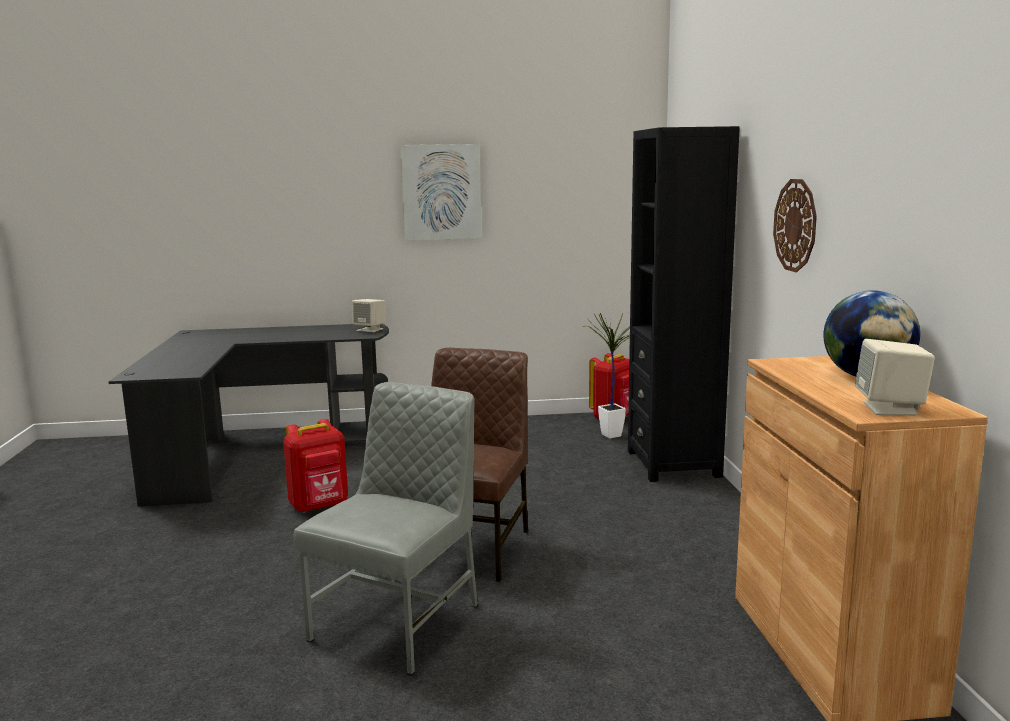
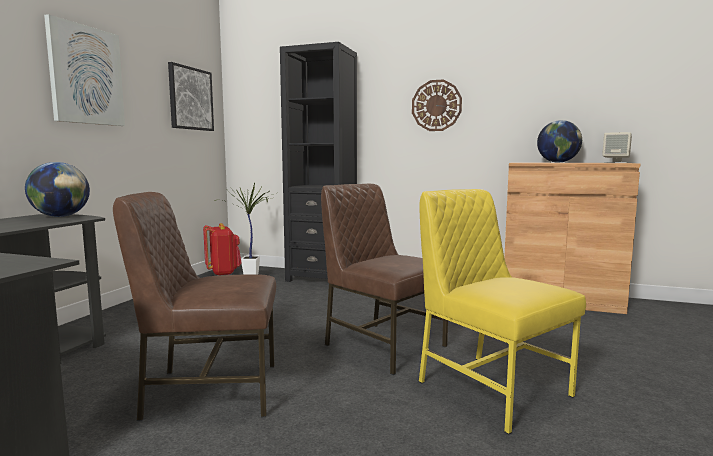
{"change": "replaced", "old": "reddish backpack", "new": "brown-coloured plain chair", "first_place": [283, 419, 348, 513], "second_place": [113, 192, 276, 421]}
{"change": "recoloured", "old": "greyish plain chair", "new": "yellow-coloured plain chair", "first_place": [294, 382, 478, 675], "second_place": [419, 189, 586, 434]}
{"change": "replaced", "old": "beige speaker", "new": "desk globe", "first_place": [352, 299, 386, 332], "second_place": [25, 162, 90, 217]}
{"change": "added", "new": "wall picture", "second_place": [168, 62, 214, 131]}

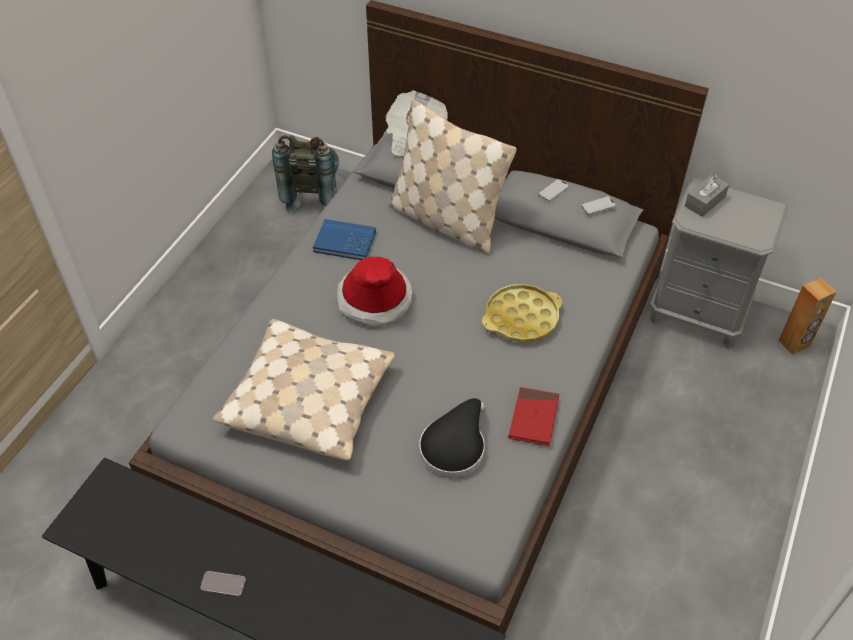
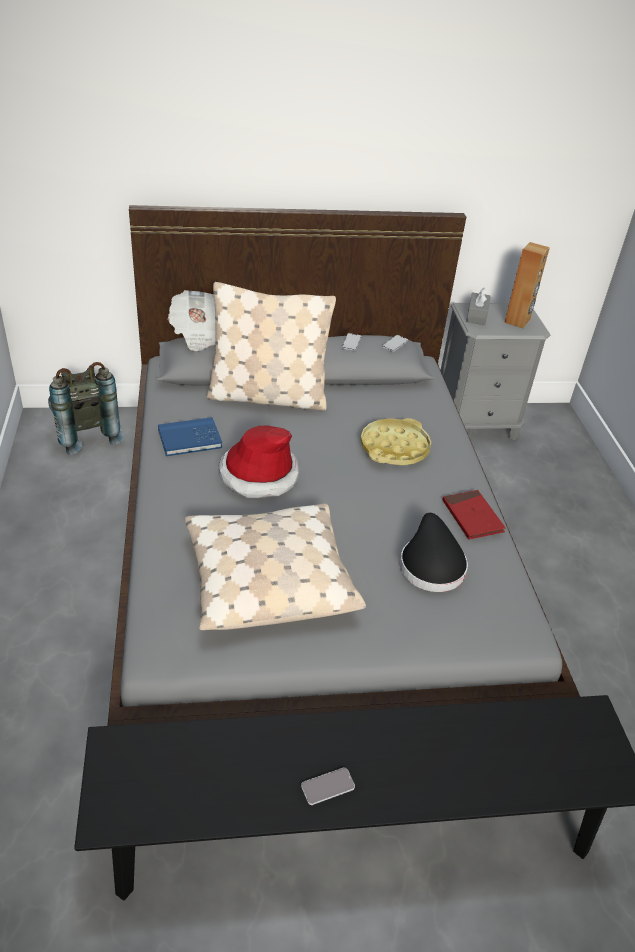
{"change": "moved", "old": "brown-coloured speaker", "first_place": [779, 277, 837, 355], "second_place": [505, 242, 550, 328]}

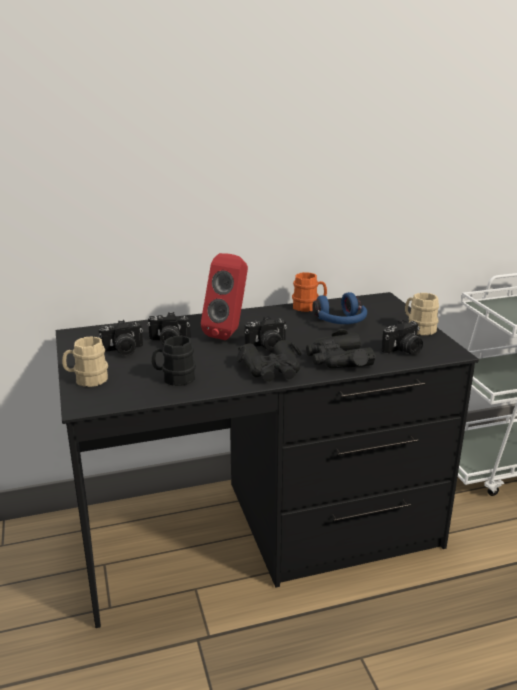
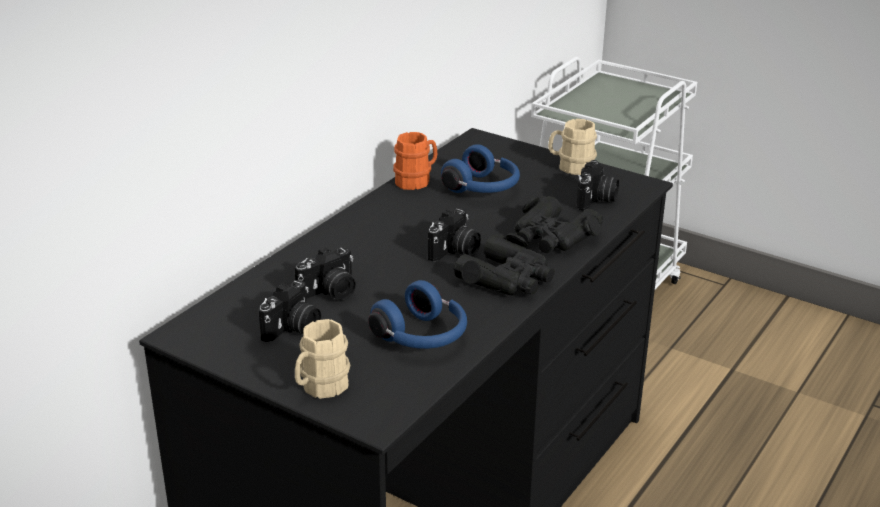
{"change": "replaced", "old": "black tea mug", "new": "blue-coloured pair of headphones", "first_place": [152, 336, 196, 386], "second_place": [368, 280, 467, 349]}
{"change": "removed", "old": "reddish speaker", "first_place": [201, 253, 248, 340]}

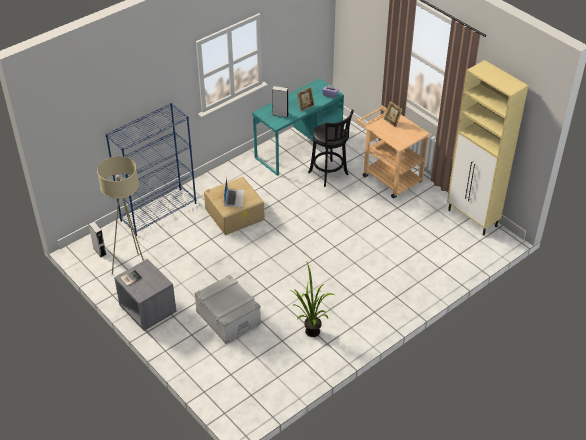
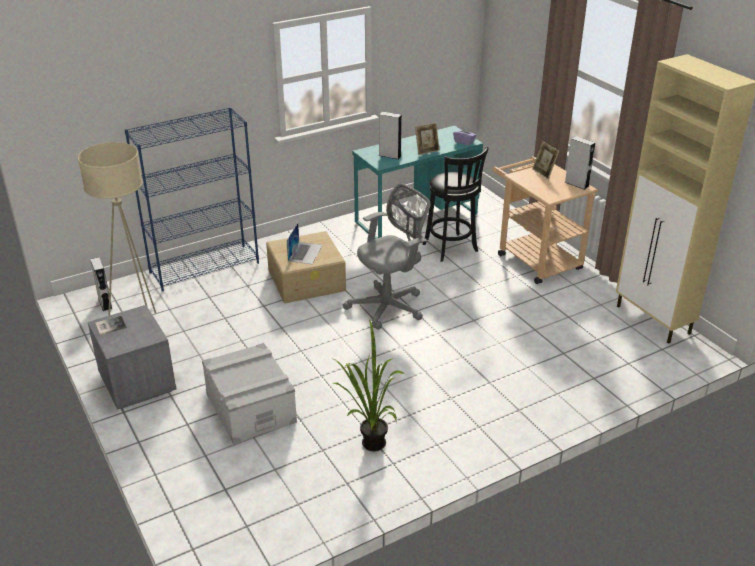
{"change": "added", "new": "greyish office chair", "second_place": [343, 184, 431, 330]}
{"change": "added", "new": "greyish speaker", "second_place": [565, 136, 595, 190]}

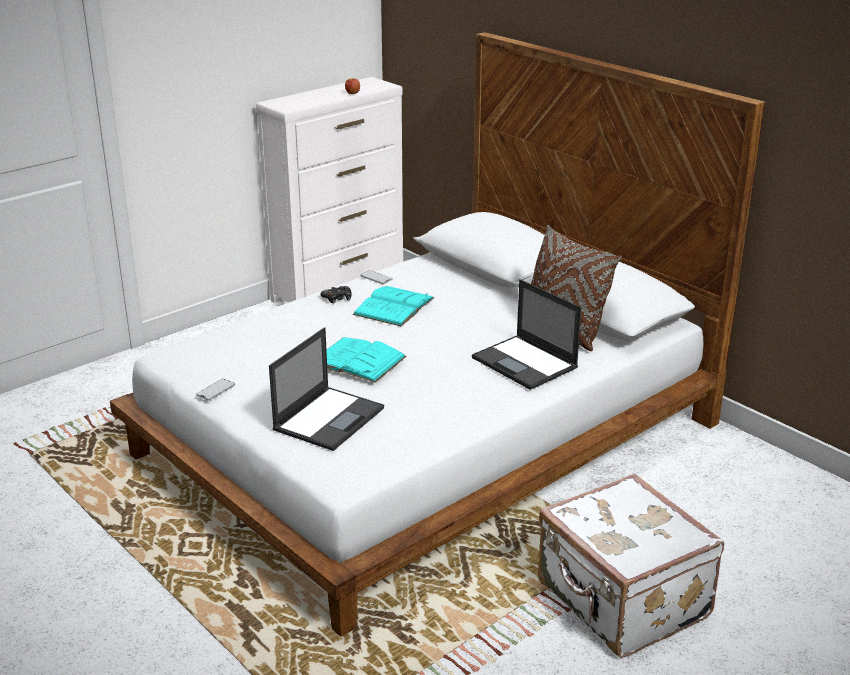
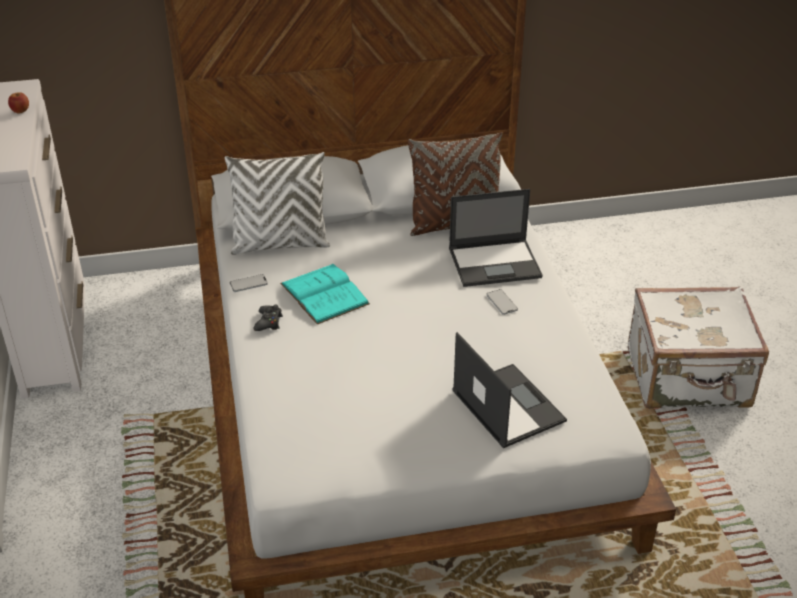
{"change": "moved", "old": "handset", "first_place": [197, 379, 235, 401], "second_place": [486, 289, 518, 315]}
{"change": "removed", "old": "blue-green bound book", "first_place": [327, 337, 406, 383]}
{"change": "added", "new": "white throw pillow", "second_place": [225, 152, 330, 255]}

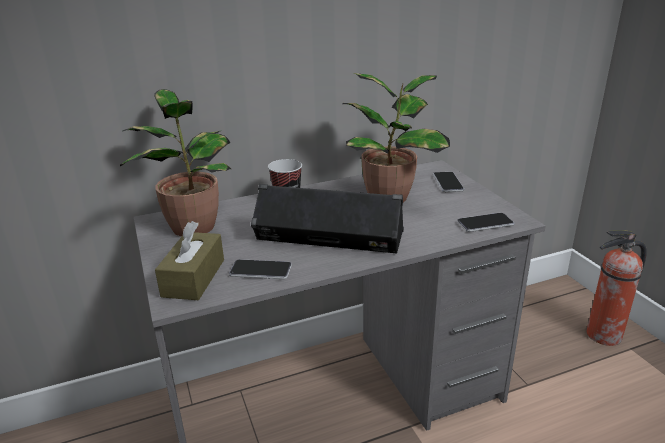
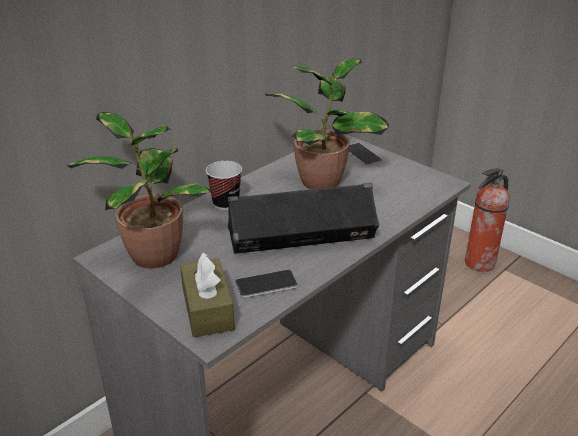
{"change": "removed", "old": "handset", "first_place": [457, 213, 514, 232]}

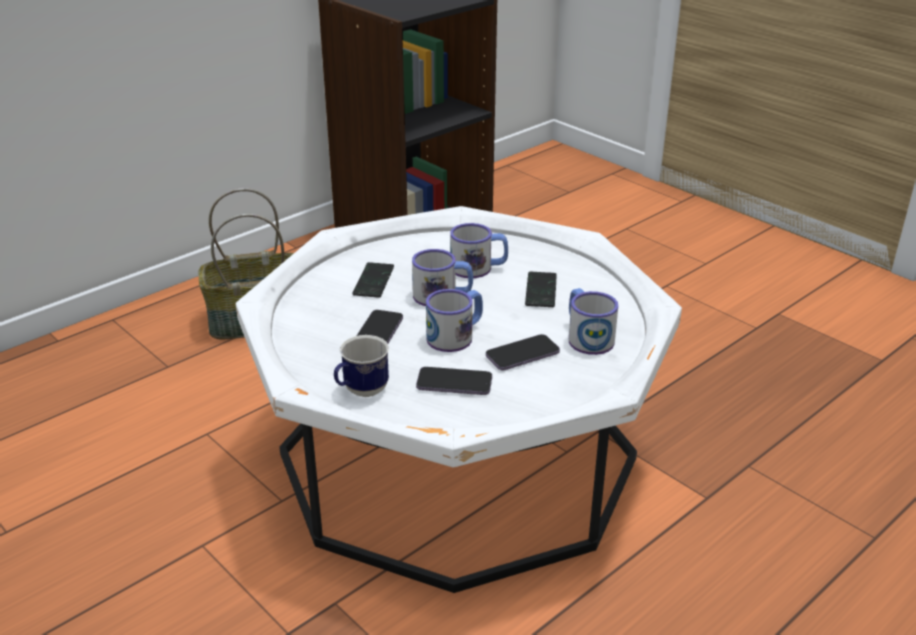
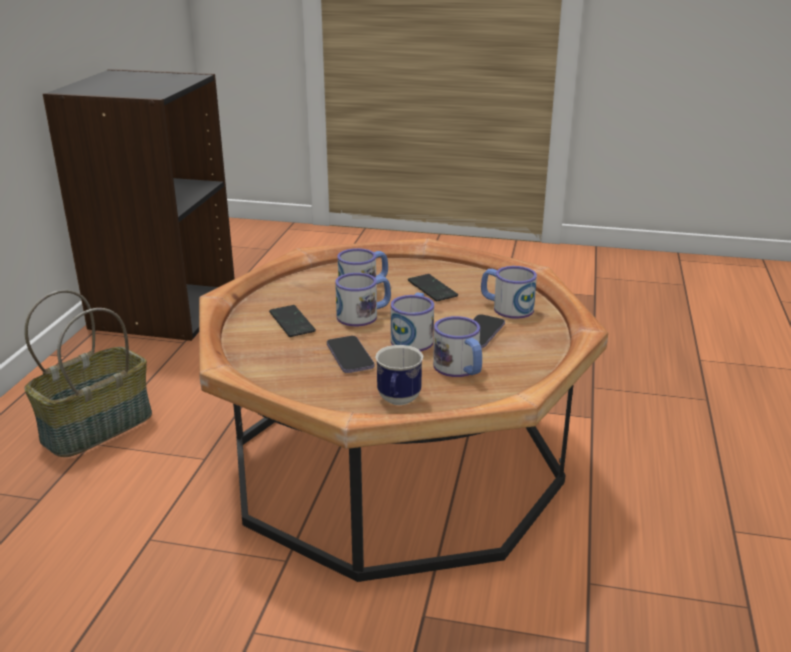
{"change": "recoloured", "old": "white low table", "new": "brown-coloured low table", "first_place": [236, 206, 682, 593], "second_place": [199, 238, 608, 582]}
{"change": "replaced", "old": "handset", "new": "tea mug", "first_place": [416, 367, 492, 395], "second_place": [433, 316, 482, 377]}

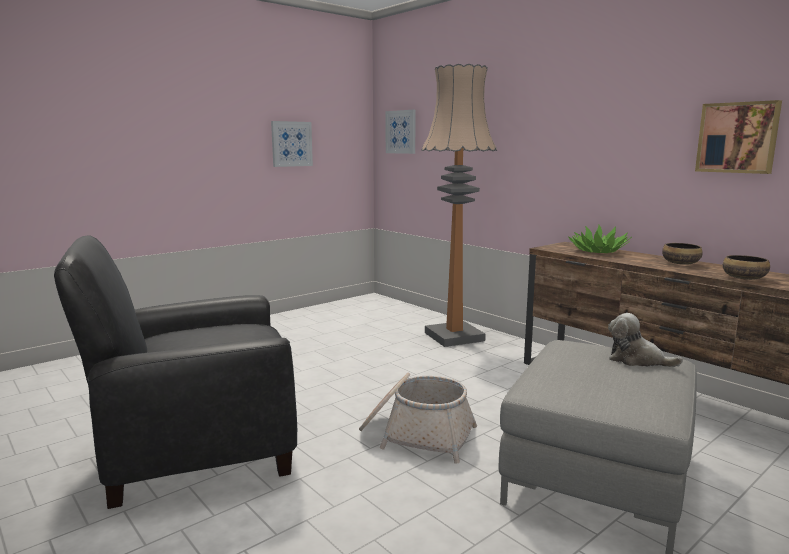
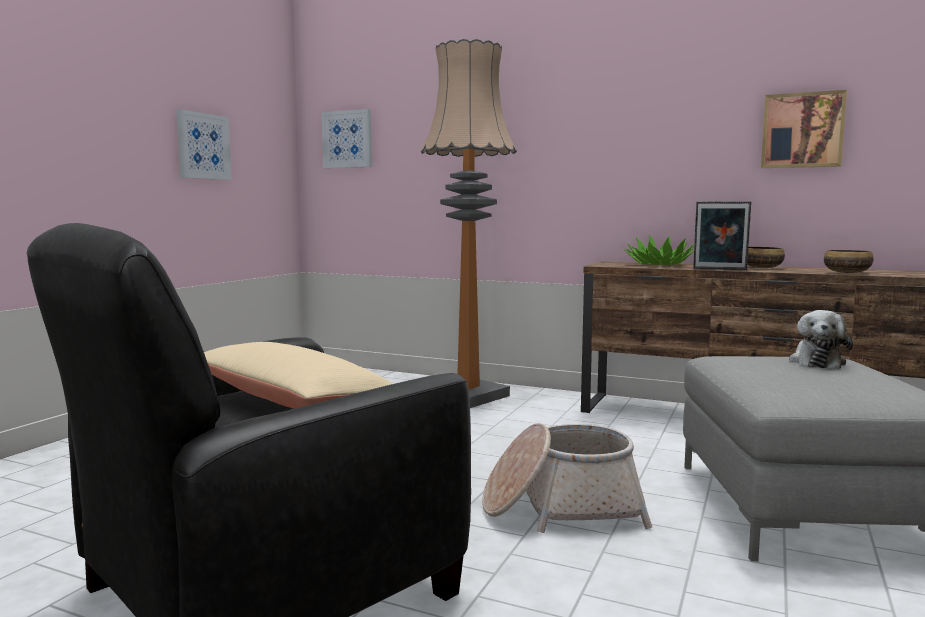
{"change": "turned", "old": "plush toy", "first_place": [608, 313, 683, 367], "second_place": [789, 310, 853, 369], "degrees": -75}
{"change": "added", "new": "beige throw pillow", "second_place": [204, 342, 393, 409]}
{"change": "added", "new": "photo frame", "second_place": [693, 201, 751, 270]}

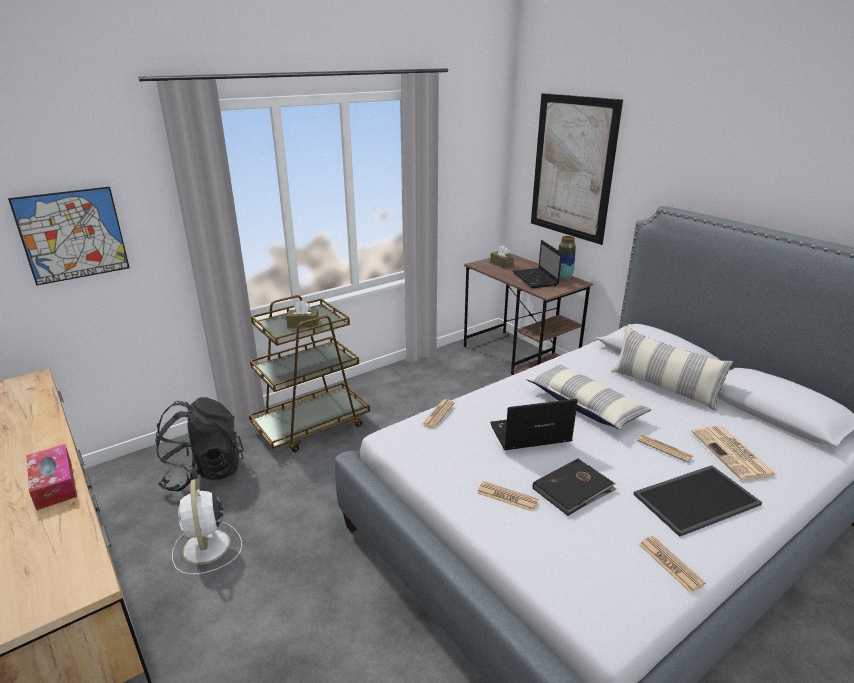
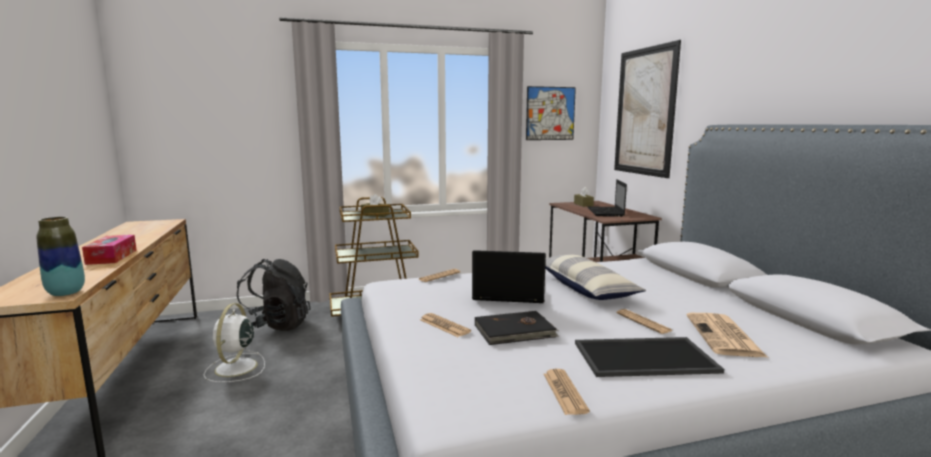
{"change": "moved", "old": "wall picture", "first_place": [8, 186, 130, 286], "second_place": [526, 86, 576, 140]}
{"change": "moved", "old": "vase", "first_place": [558, 236, 576, 279], "second_place": [36, 217, 85, 296]}
{"change": "removed", "old": "throw pillow", "first_place": [611, 326, 733, 411]}

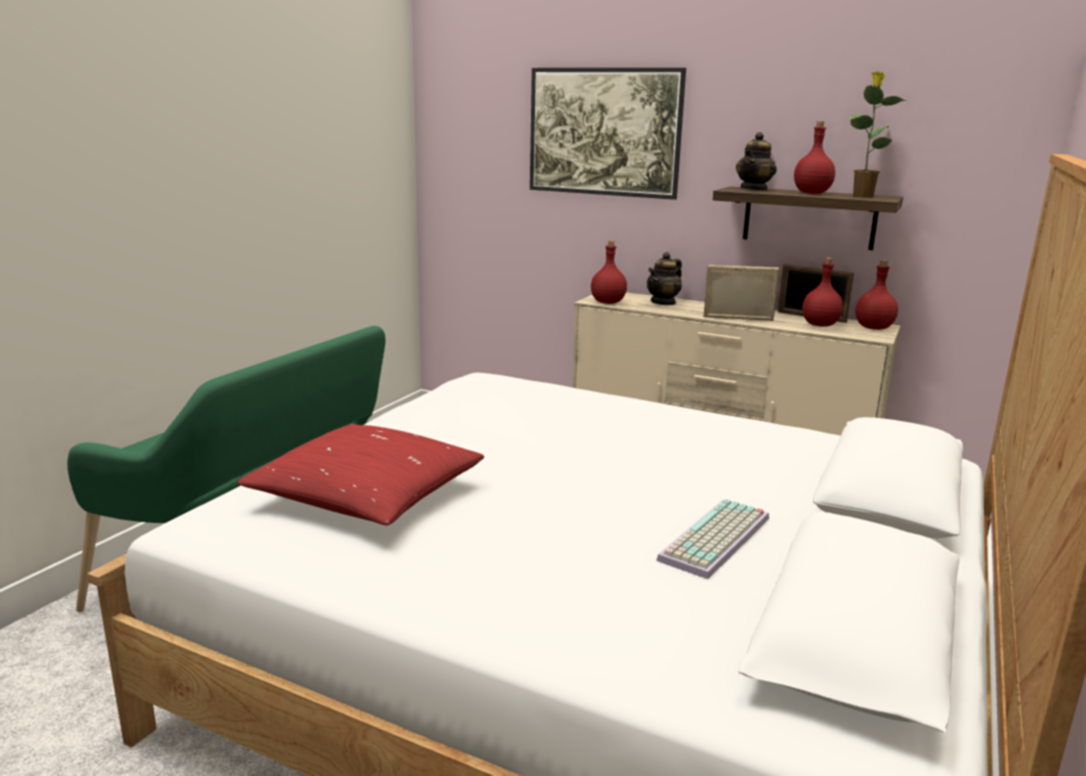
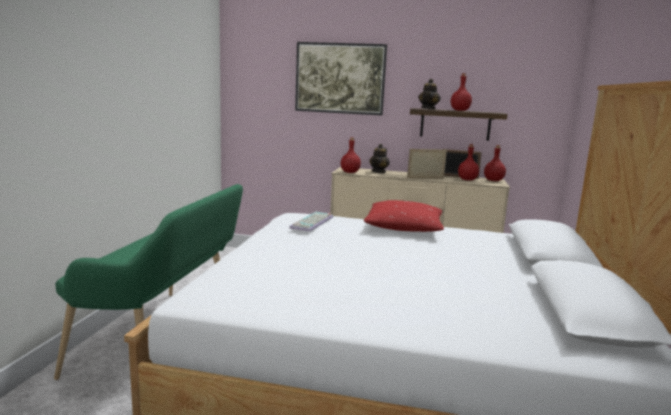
{"change": "moved", "old": "reddish throw pillow", "first_place": [238, 424, 484, 525], "second_place": [364, 200, 444, 232]}
{"change": "moved", "old": "keyboard", "first_place": [656, 499, 769, 579], "second_place": [289, 212, 333, 232]}
{"change": "removed", "old": "plant in a pot", "first_place": [849, 71, 906, 198]}

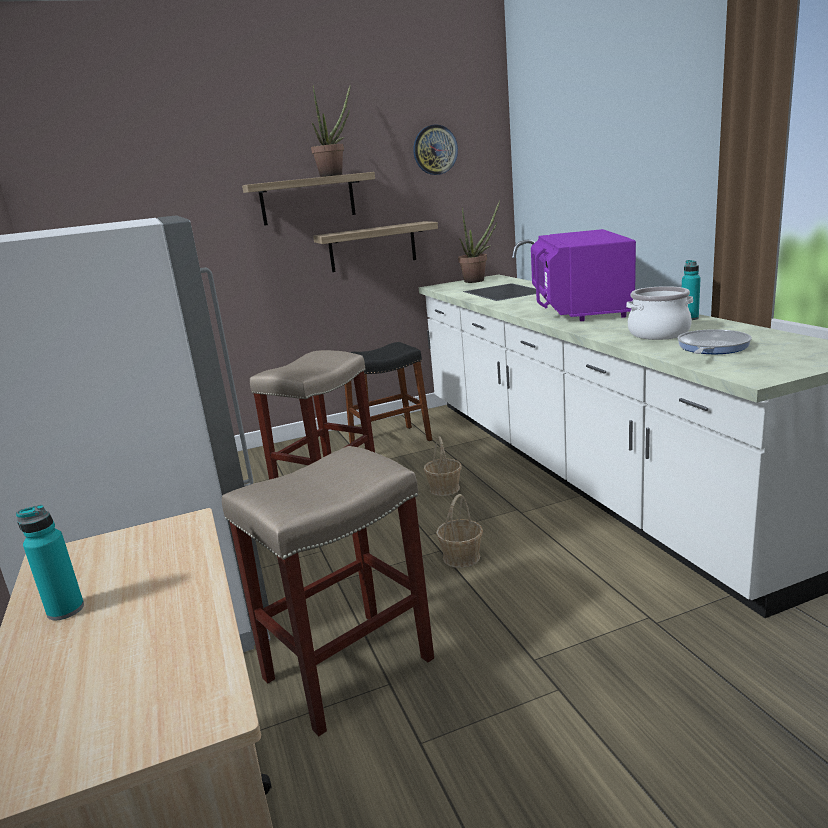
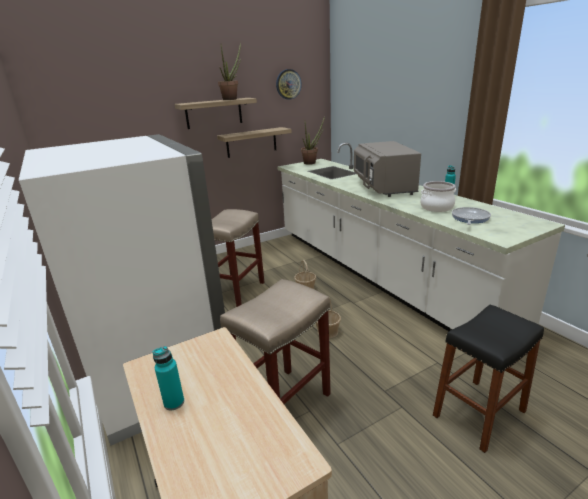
{"change": "moved", "old": "black stool seat", "first_place": [345, 342, 432, 443], "second_place": [433, 305, 544, 453]}
{"change": "recoloured", "old": "purple microwave", "new": "greyish microwave", "first_place": [531, 229, 636, 321], "second_place": [354, 141, 421, 197]}

